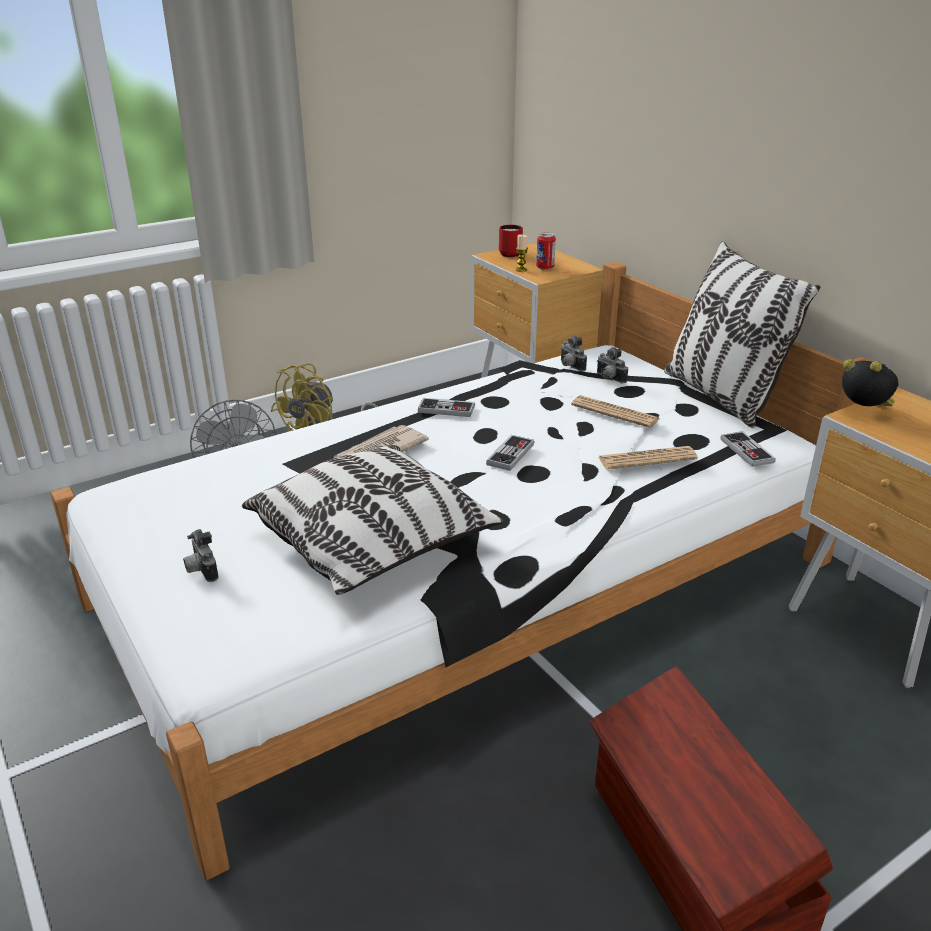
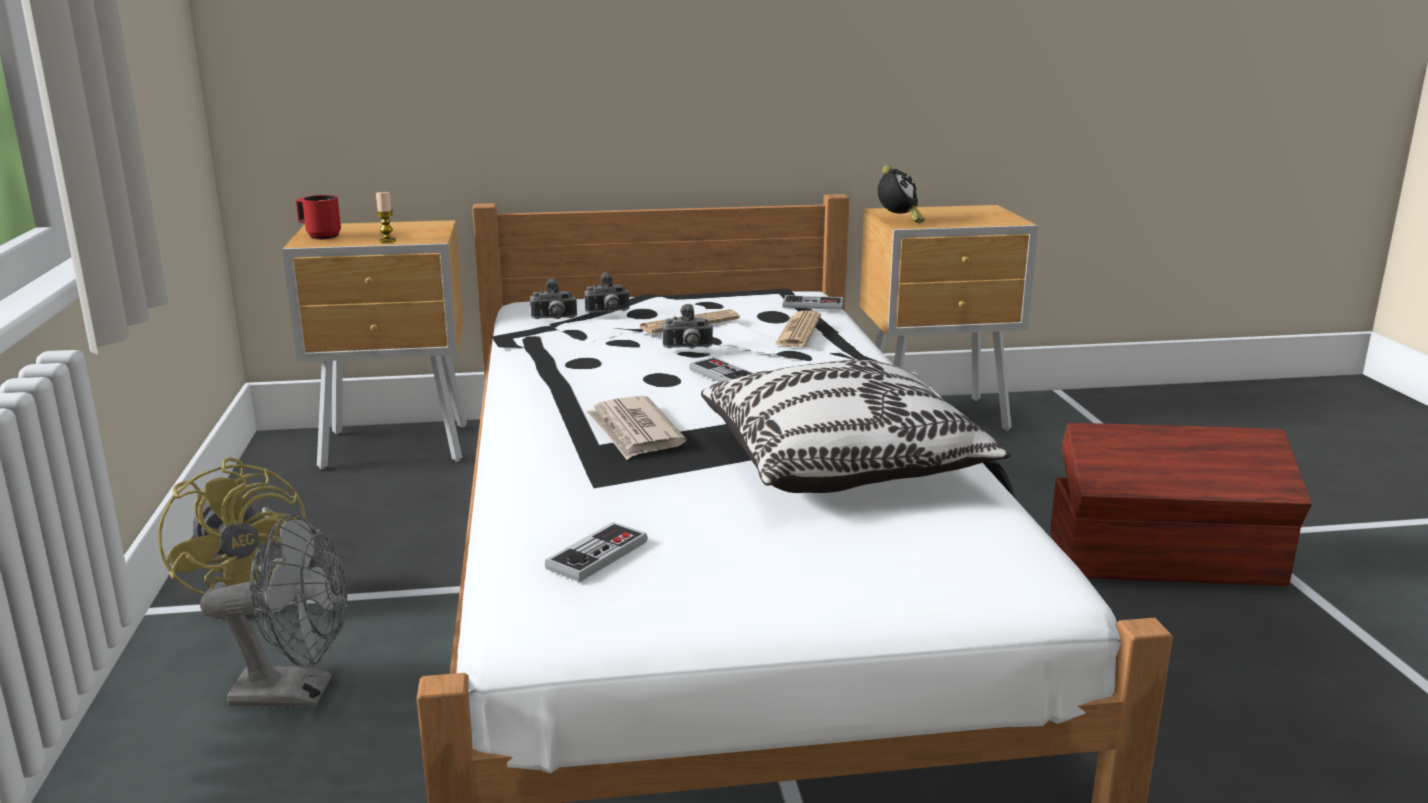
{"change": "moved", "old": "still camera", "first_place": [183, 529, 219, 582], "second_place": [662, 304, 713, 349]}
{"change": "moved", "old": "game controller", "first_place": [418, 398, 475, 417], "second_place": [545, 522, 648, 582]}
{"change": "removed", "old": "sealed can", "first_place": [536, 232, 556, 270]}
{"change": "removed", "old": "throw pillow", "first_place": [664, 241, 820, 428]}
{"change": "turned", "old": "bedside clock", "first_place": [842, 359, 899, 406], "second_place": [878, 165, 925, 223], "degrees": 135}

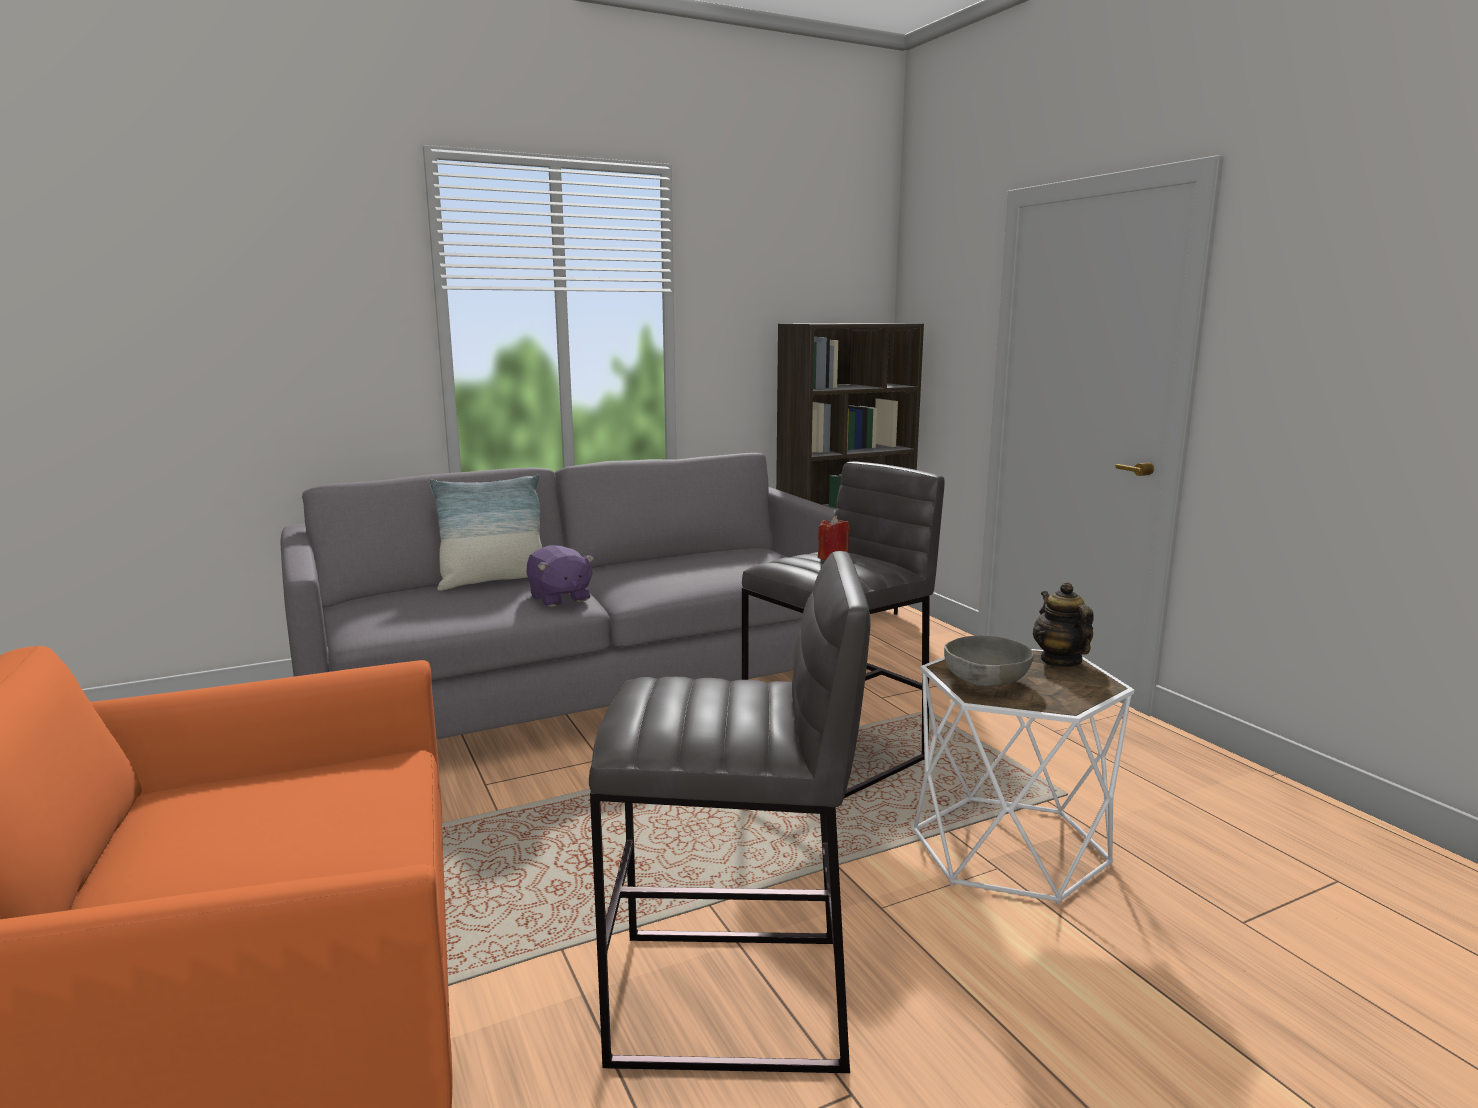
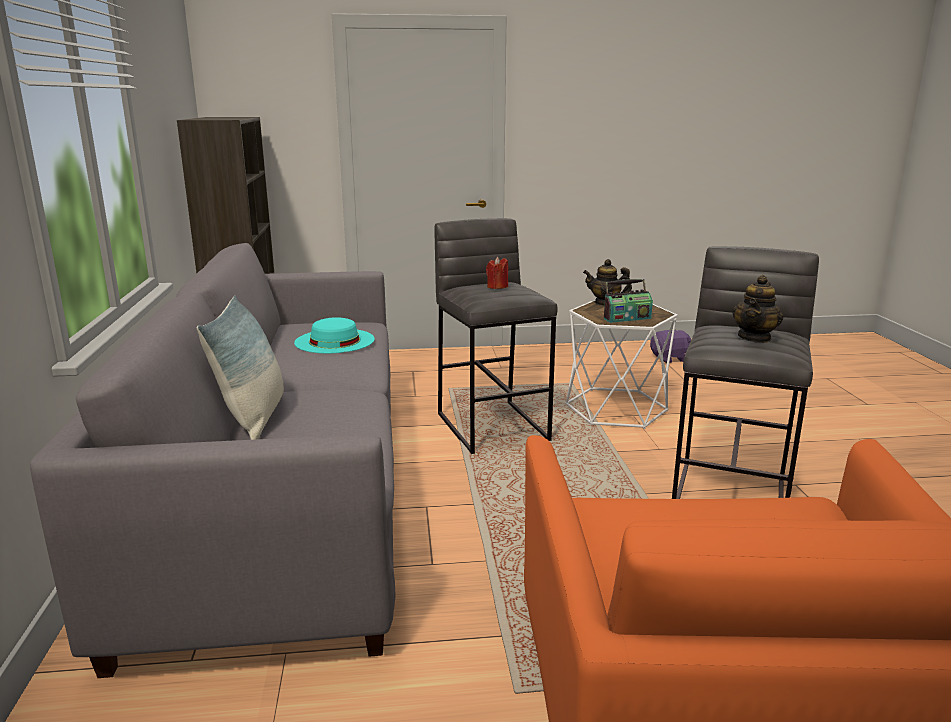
{"change": "moved", "old": "purple plush toy", "first_place": [526, 545, 594, 607], "second_place": [650, 330, 691, 363]}
{"change": "replaced", "old": "greyish serving bowl", "new": "radio receiver", "first_place": [944, 635, 1034, 687], "second_place": [604, 279, 653, 323]}
{"change": "added", "new": "blue-green clothing hat", "second_place": [294, 317, 375, 353]}
{"change": "added", "new": "tea pot", "second_place": [732, 275, 783, 343]}

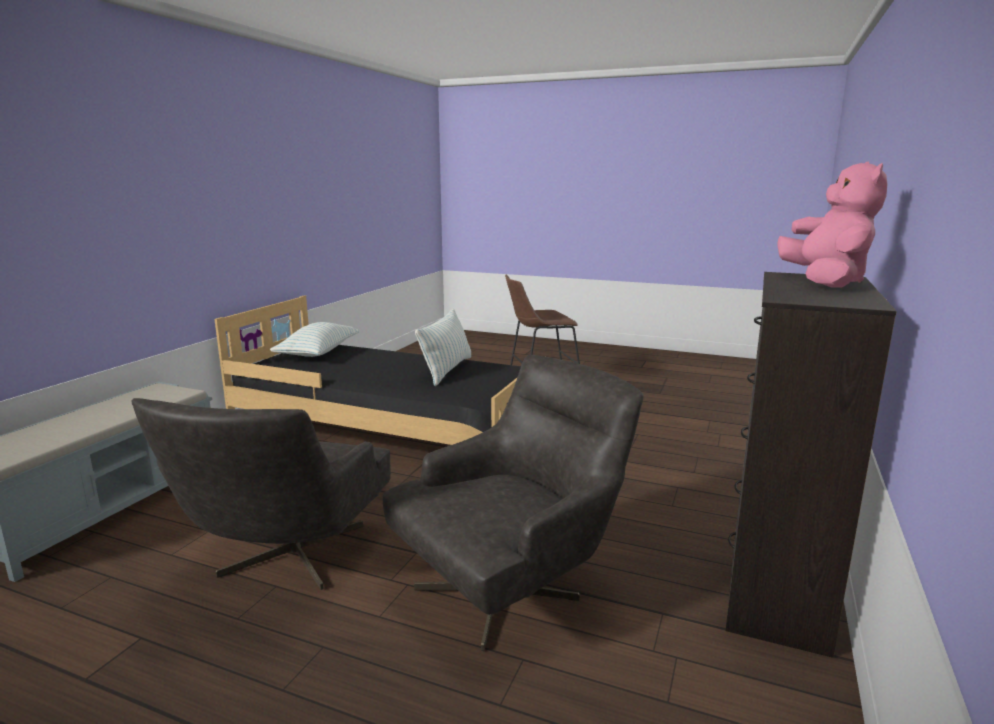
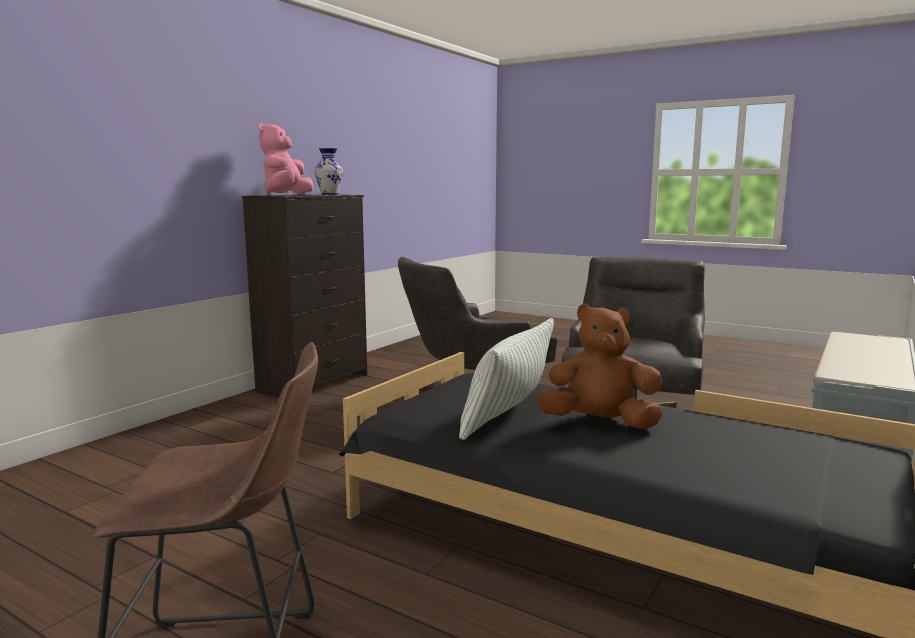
{"change": "removed", "old": "throw pillow", "first_place": [270, 322, 360, 357]}
{"change": "added", "new": "vase", "second_place": [315, 148, 343, 194]}
{"change": "added", "new": "brown-coloured plush toy", "second_place": [537, 304, 662, 430]}

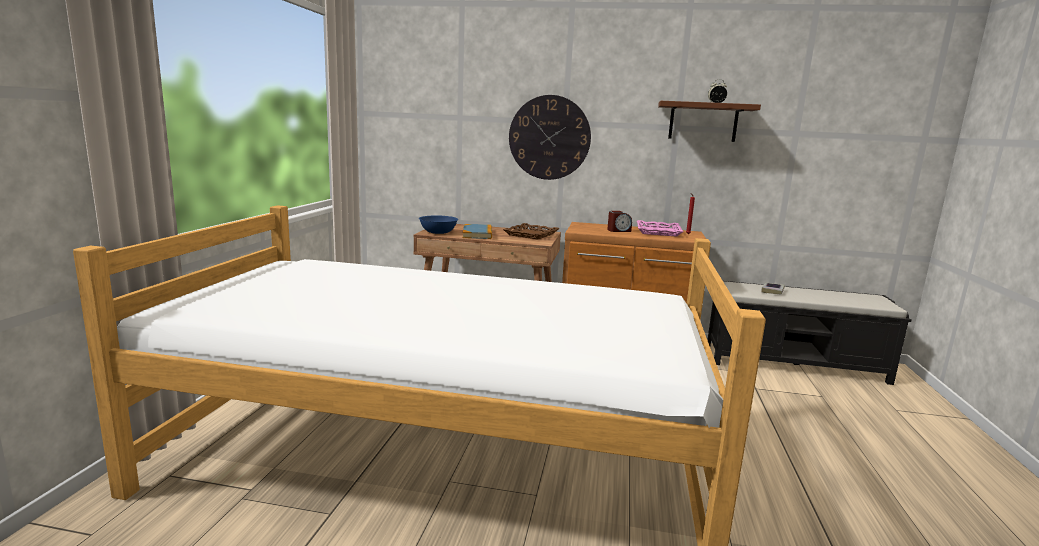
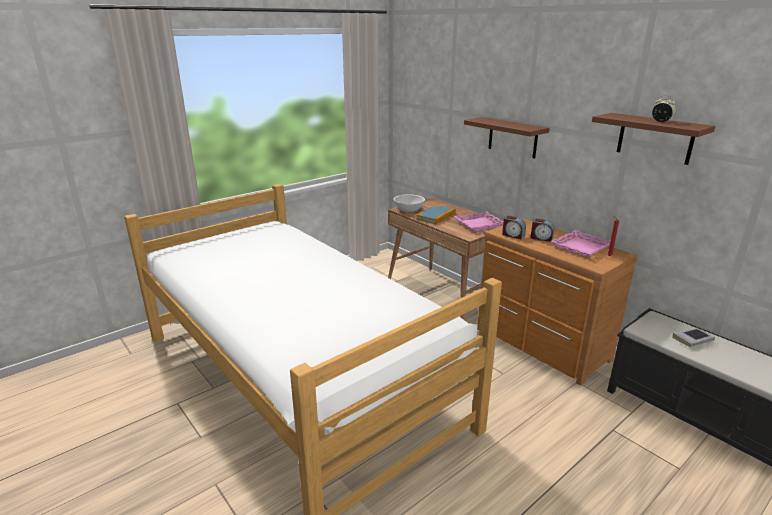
{"change": "recoloured", "old": "blue-coloured serving bowl", "new": "white serving bowl", "first_place": [419, 215, 458, 234], "second_place": [394, 194, 425, 212]}
{"change": "recoloured", "old": "brown-coloured serving tray", "new": "pinkish serving tray", "first_place": [503, 223, 560, 239], "second_place": [454, 211, 503, 231]}
{"change": "replaced", "old": "clock on the wall", "new": "brown-coloured wall shelf", "first_place": [509, 95, 591, 180], "second_place": [464, 117, 550, 159]}
{"change": "added", "new": "bedside clock", "second_place": [502, 216, 526, 239]}

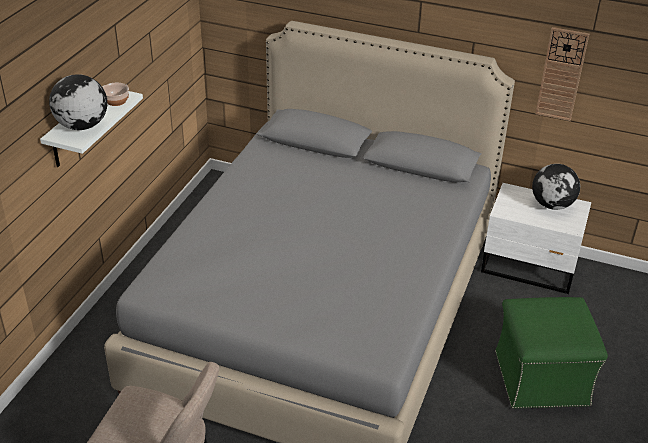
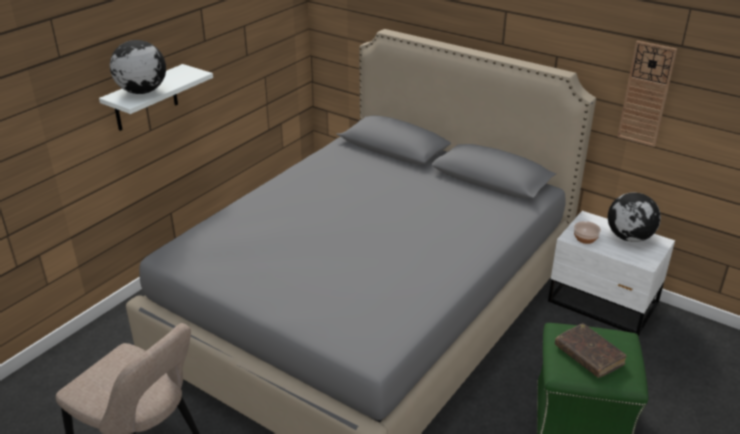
{"change": "moved", "old": "serving bowl", "first_place": [103, 83, 129, 106], "second_place": [574, 221, 601, 244]}
{"change": "added", "new": "brown-coloured bound book", "second_place": [555, 323, 627, 378]}

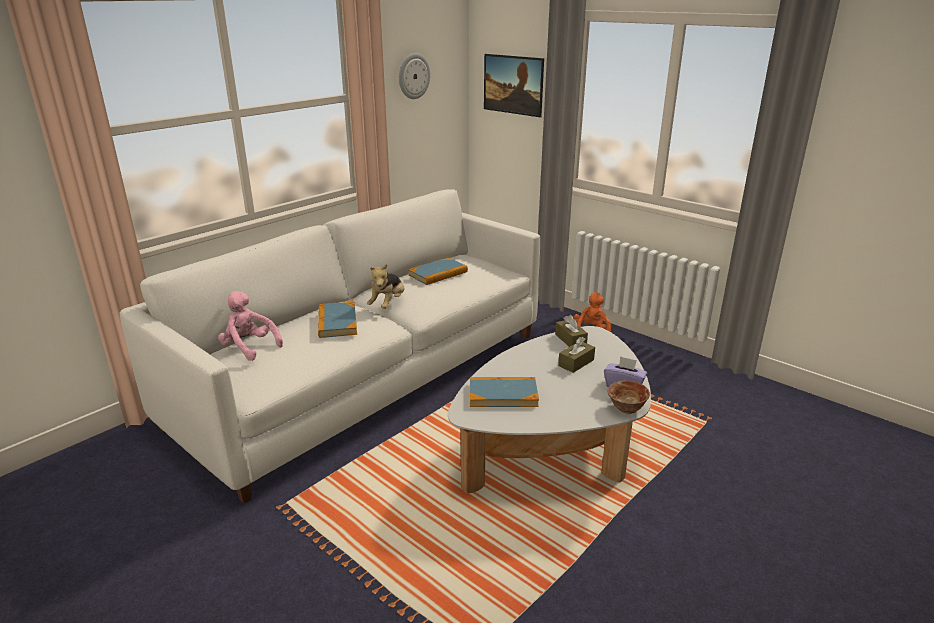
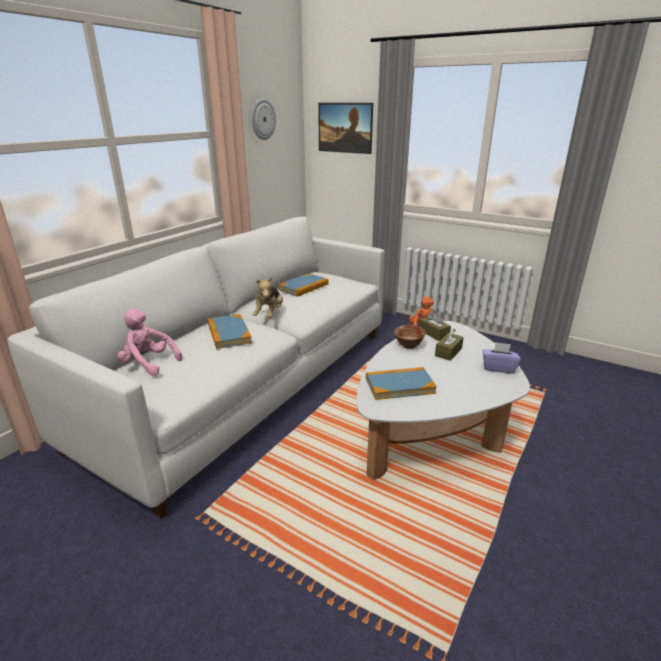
{"change": "moved", "old": "serving bowl", "first_place": [607, 380, 650, 414], "second_place": [394, 325, 426, 349]}

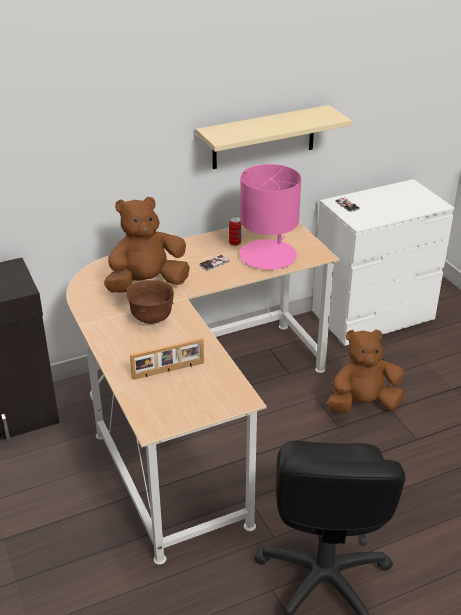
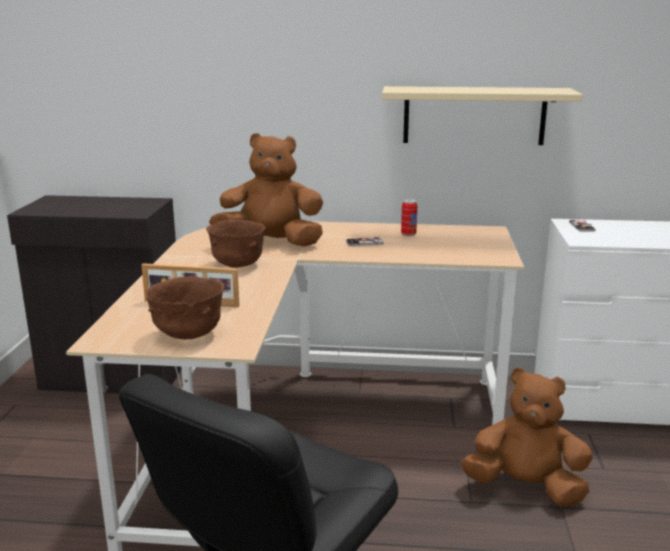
{"change": "removed", "old": "pinkish tabletop lamp", "first_place": [240, 164, 301, 270]}
{"change": "added", "new": "brown-coloured serving bowl", "second_place": [145, 276, 224, 339]}

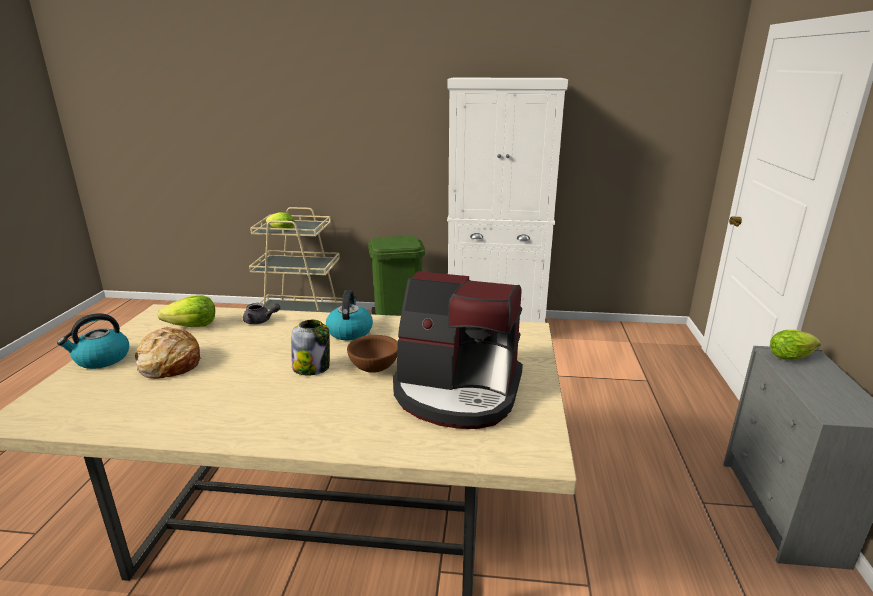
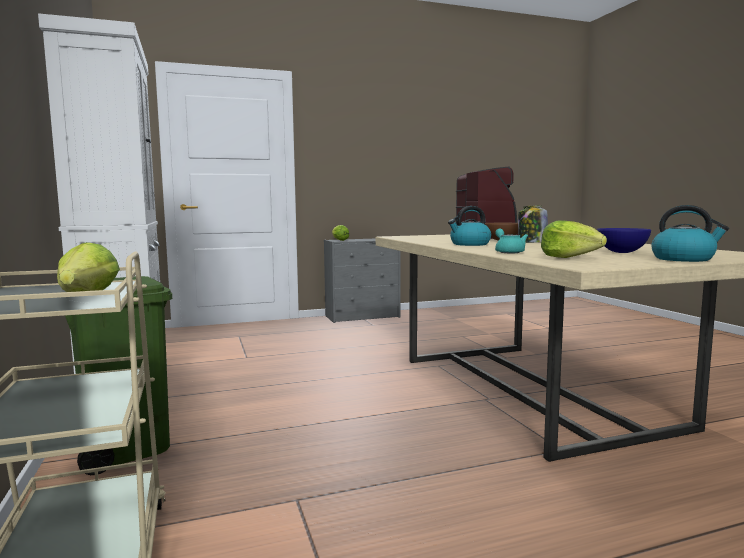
{"change": "replaced", "old": "bread", "new": "blue-coloured serving bowl", "first_place": [135, 327, 201, 379], "second_place": [597, 228, 651, 253]}
{"change": "recoloured", "old": "greyish tea pot", "new": "blue-green tea pot", "first_place": [243, 303, 280, 324], "second_place": [495, 228, 528, 253]}

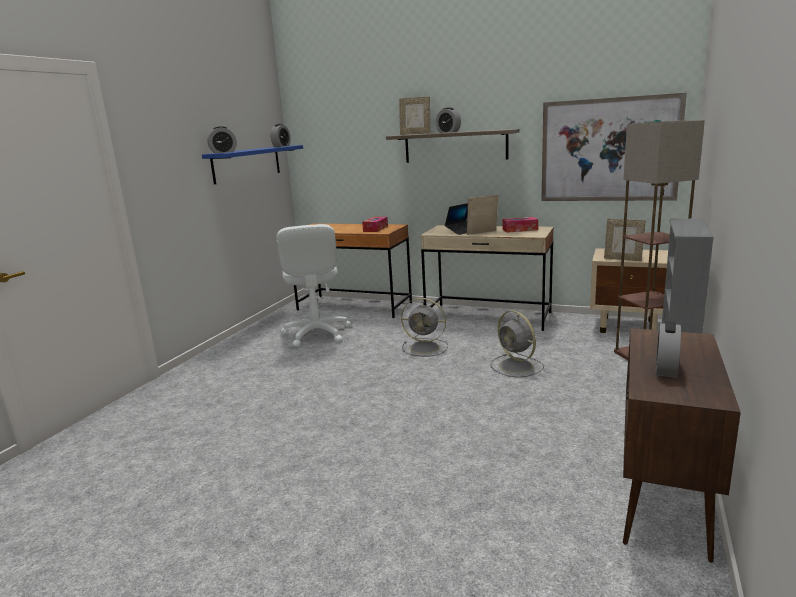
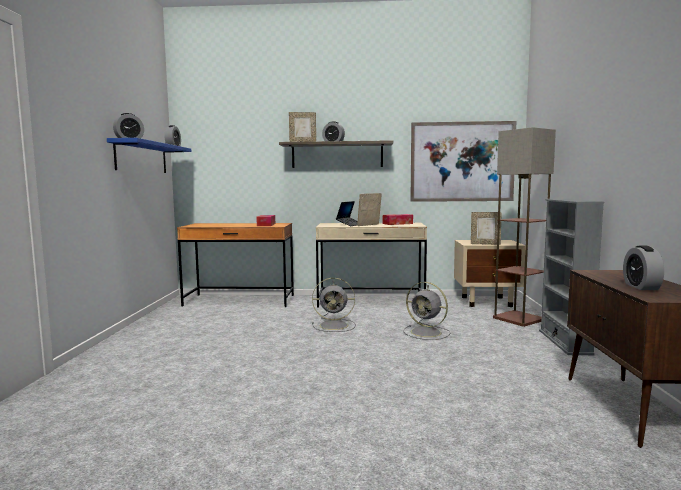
{"change": "removed", "old": "white office chair", "first_place": [276, 224, 351, 347]}

